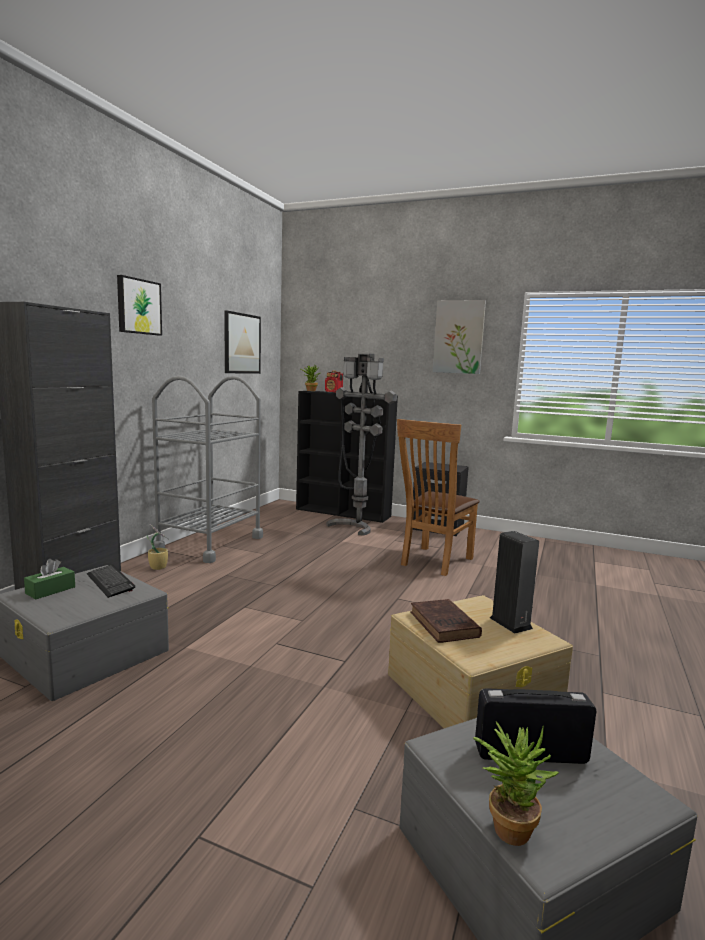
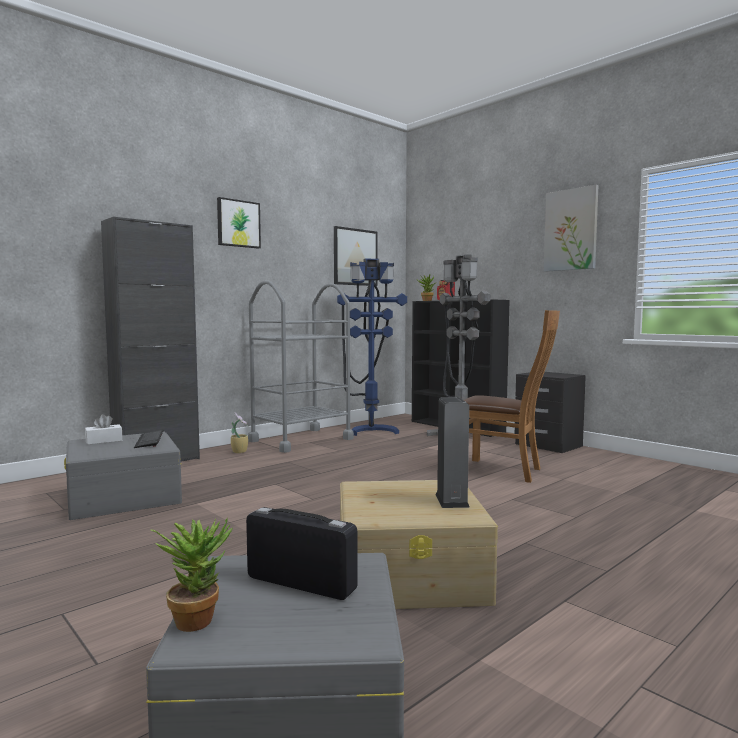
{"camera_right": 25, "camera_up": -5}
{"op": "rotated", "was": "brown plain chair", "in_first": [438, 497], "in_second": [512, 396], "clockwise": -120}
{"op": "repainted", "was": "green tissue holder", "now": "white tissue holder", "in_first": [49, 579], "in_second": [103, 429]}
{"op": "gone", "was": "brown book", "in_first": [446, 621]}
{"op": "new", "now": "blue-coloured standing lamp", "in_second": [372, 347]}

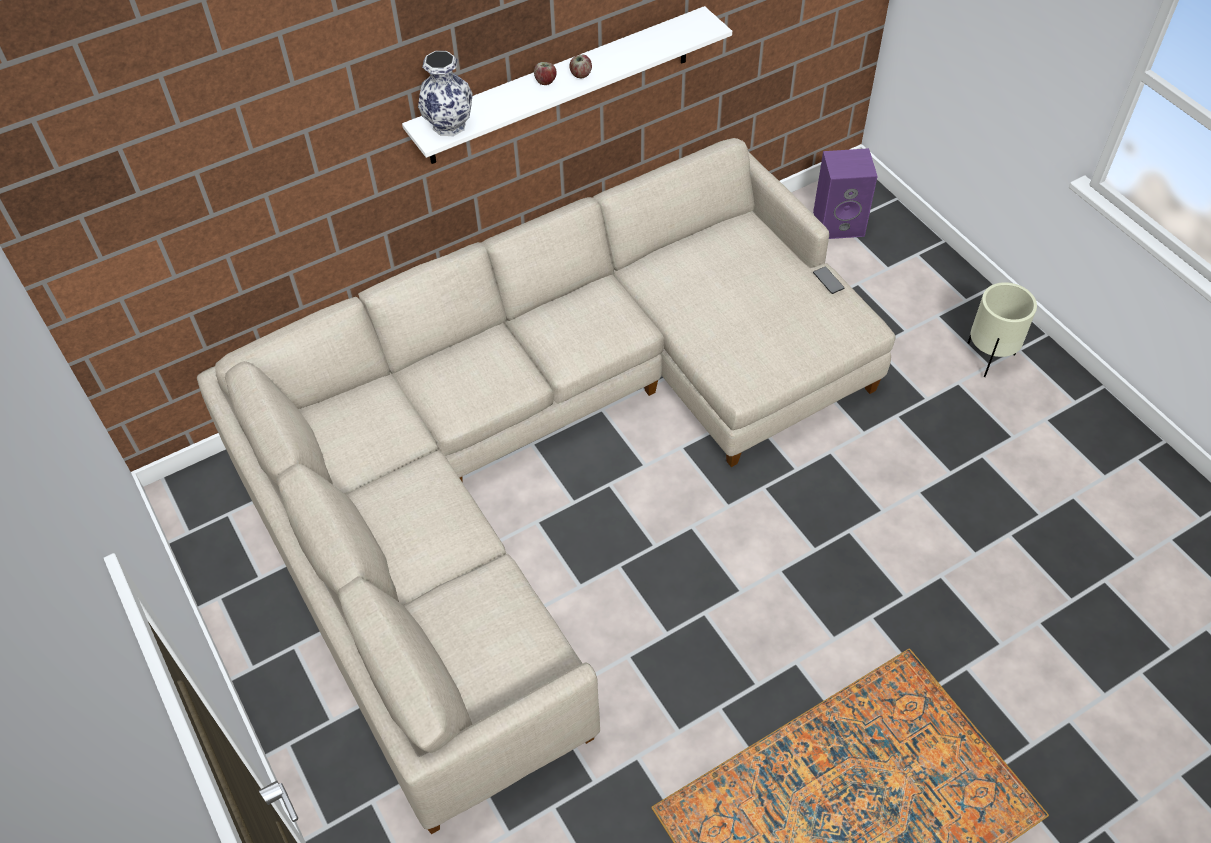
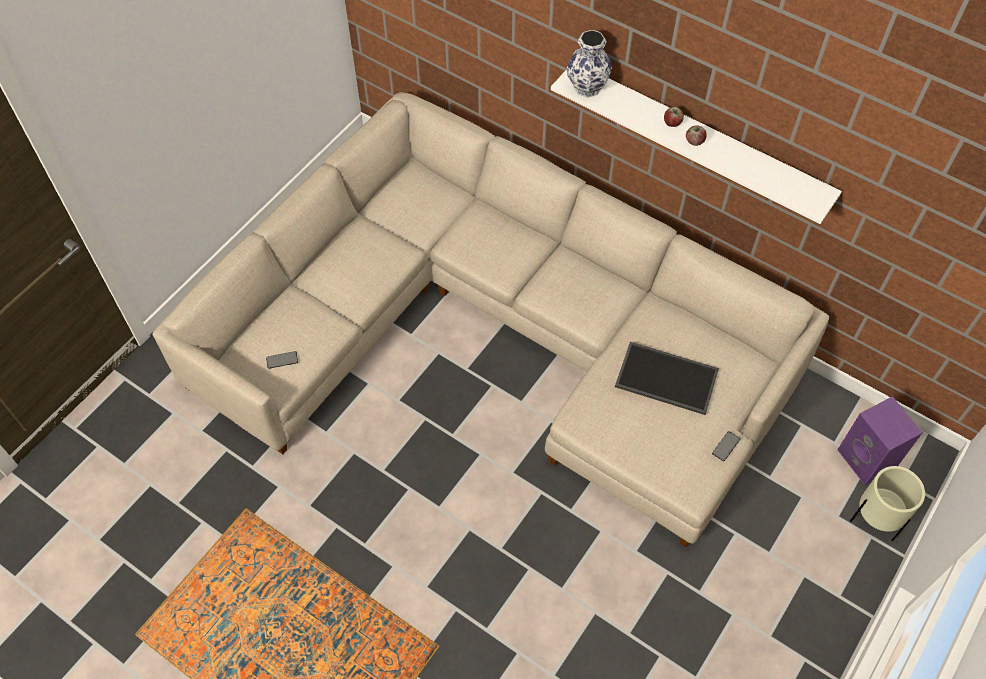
{"camera_right": 65, "camera_up": 5}
{"op": "shifted", "was": "sand-coloured planter", "in_first": [1002, 329], "in_second": [887, 503]}
{"op": "new", "now": "serving tray", "in_second": [667, 378]}
{"op": "new", "now": "phone", "in_second": [282, 360]}

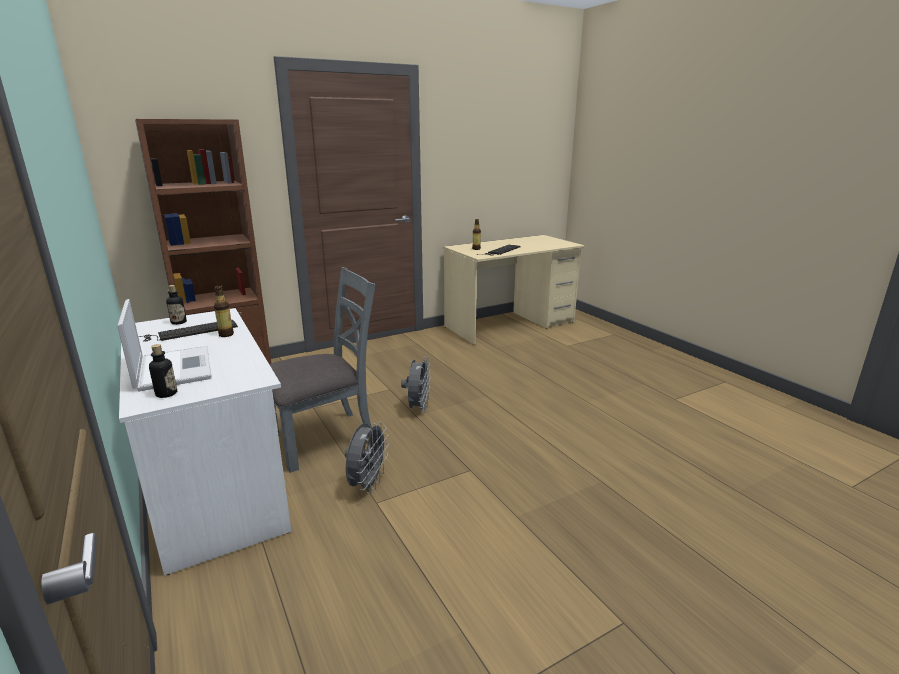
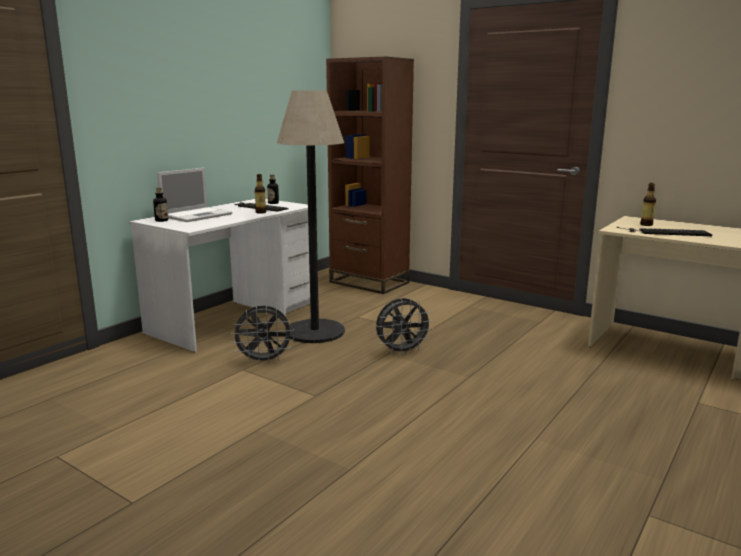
{"camera_right": 65, "camera_up": -5}
{"op": "swapped", "was": "greyish plain chair", "now": "standing lamp", "in_first": [322, 370], "in_second": [311, 217]}

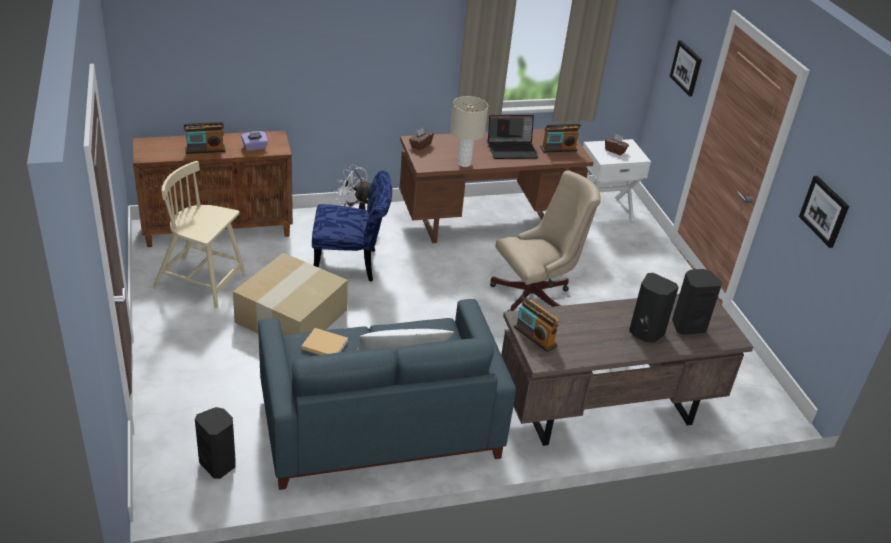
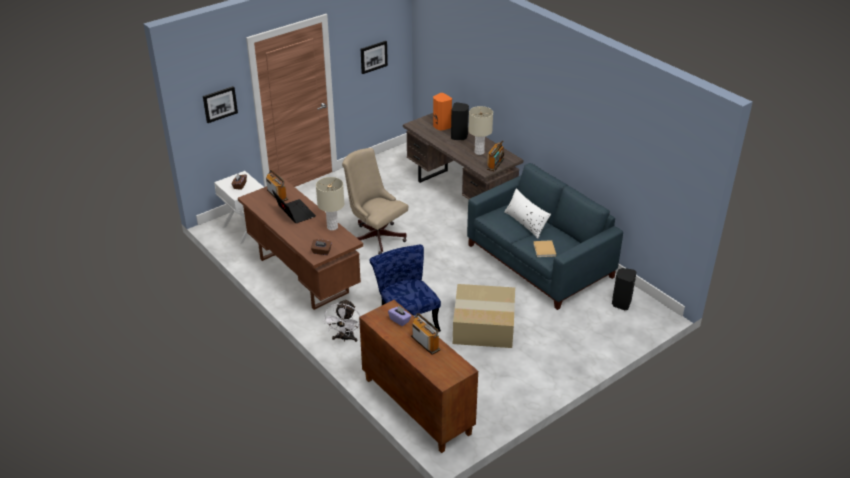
{"camera_right": -110, "camera_up": 0}
{"op": "gone", "was": "sand-coloured plain chair", "in_first": [199, 234]}
{"op": "repainted", "was": "black loudspeaker", "now": "orange loudspeaker", "in_first": [697, 302], "in_second": [442, 112]}
{"op": "new", "now": "sand-coloured lamp for a table", "in_second": [480, 130]}

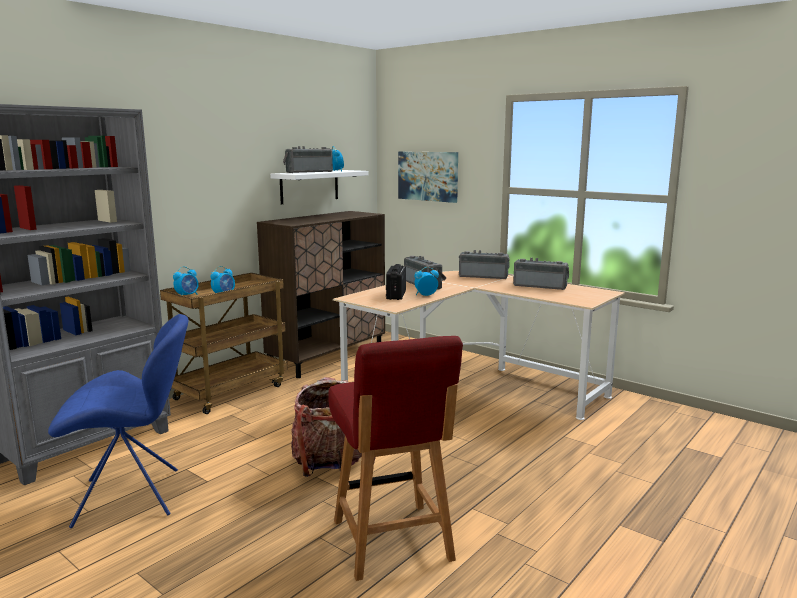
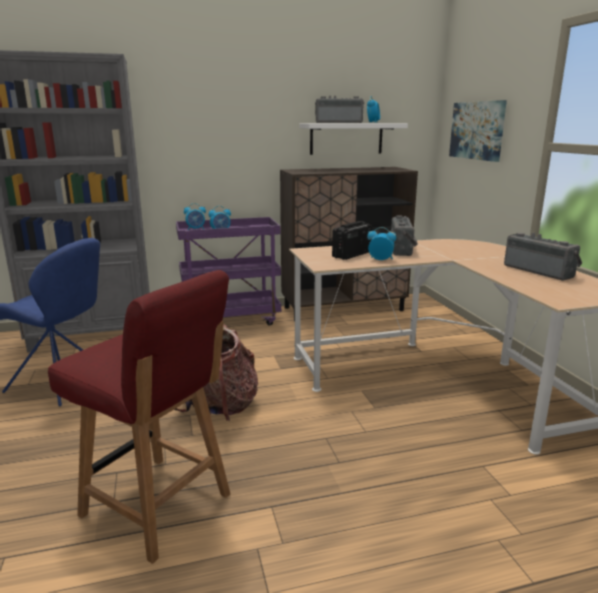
{"camera_right": 35, "camera_up": 5}
{"op": "gone", "was": "radio", "in_first": [484, 264]}
{"op": "repainted", "was": "brown trolley", "now": "purple-coloured trolley", "in_first": [224, 343], "in_second": [228, 271]}
{"op": "rotated", "was": "red-coloured plain chair", "in_first": [396, 458], "in_second": [139, 417], "clockwise": -75}

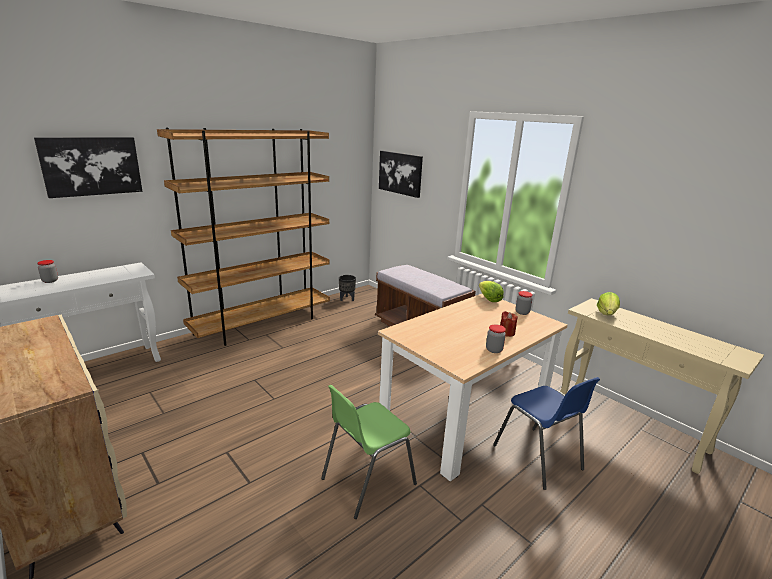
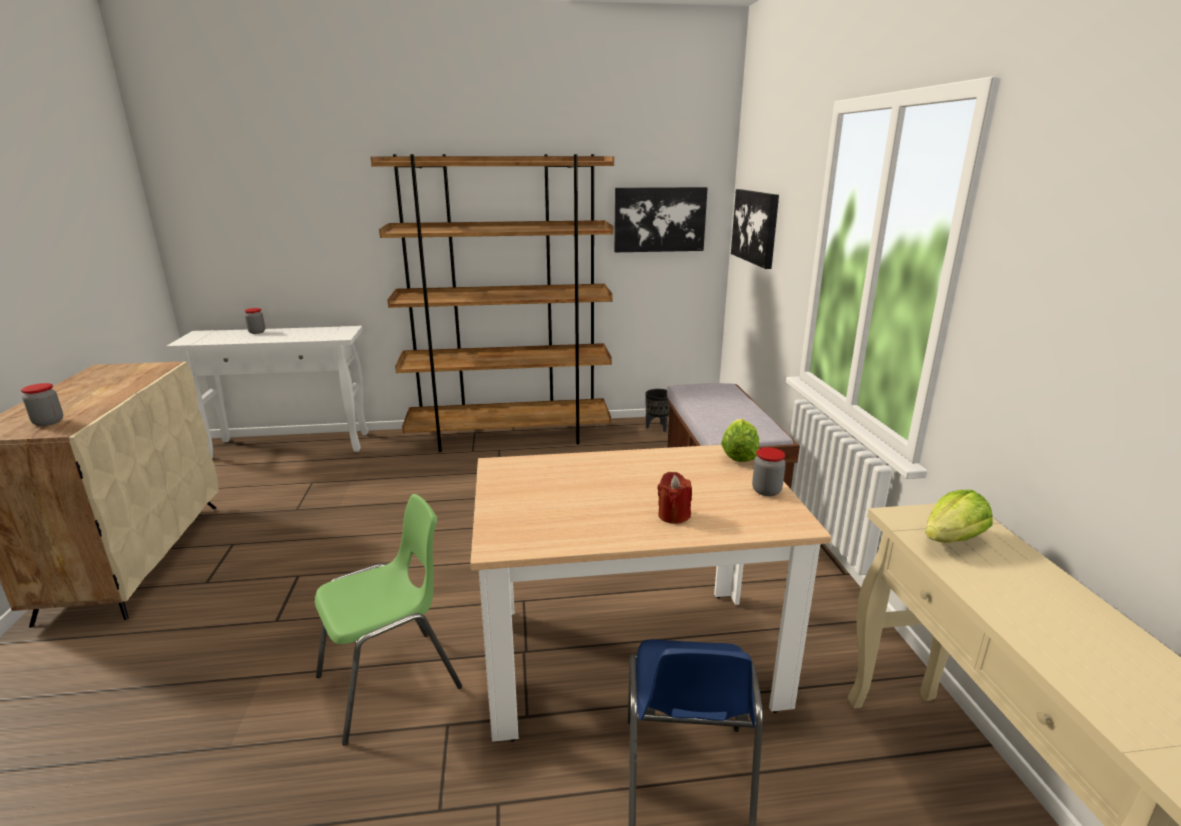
{"camera_right": 35, "camera_up": 0}
{"op": "shifted", "was": "wall picture", "in_first": [88, 167], "in_second": [661, 219]}
{"op": "shifted", "was": "storage jar", "in_first": [496, 338], "in_second": [42, 404]}
{"op": "rotated", "was": "green plain chair", "in_first": [369, 452], "in_second": [388, 620], "clockwise": 150}

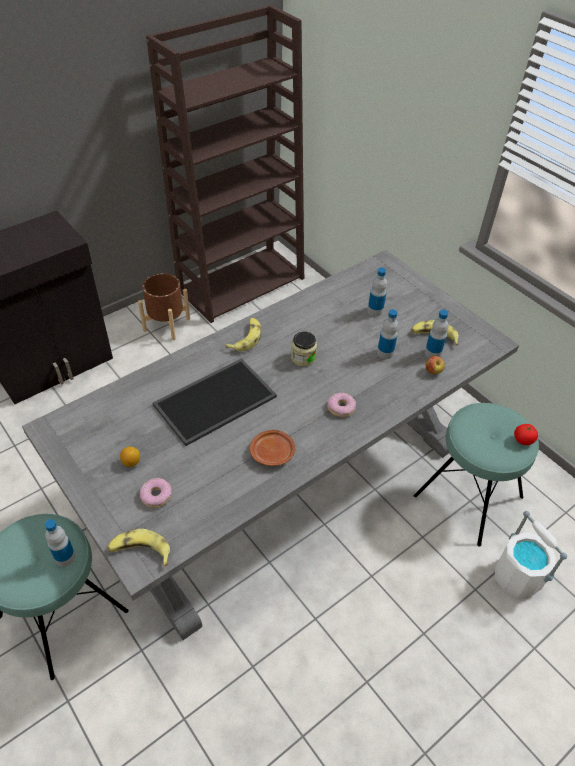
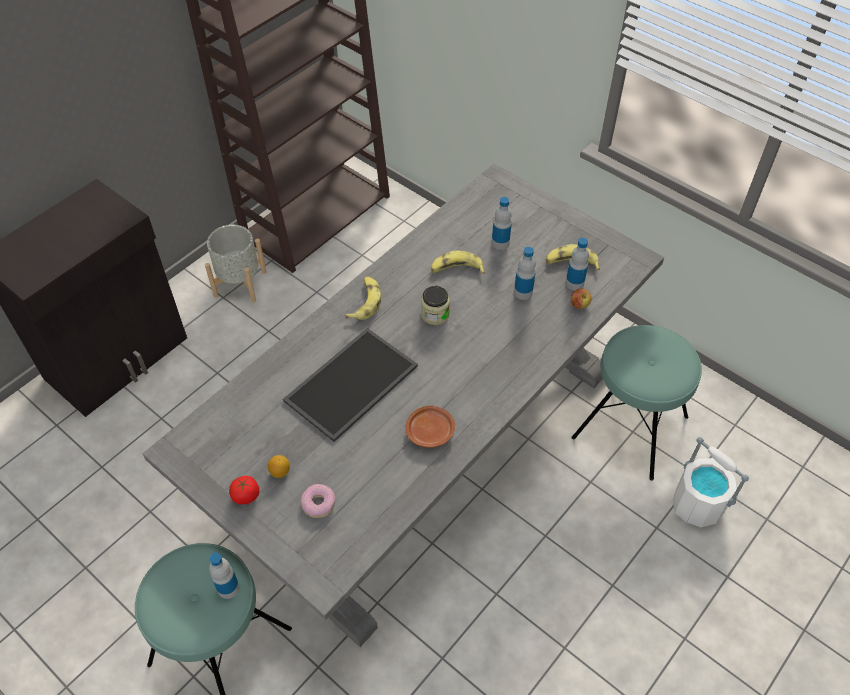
{"camera_right": -10, "camera_up": 5}
{"op": "repainted", "was": "brown planter", "now": "greyish planter", "in_first": [164, 306], "in_second": [235, 263]}
{"op": "gone", "was": "donut", "in_first": [341, 404]}
{"op": "shifted", "was": "fresh tomato", "in_first": [526, 434], "in_second": [244, 490]}
{"op": "shifted", "was": "banana fruit", "in_first": [138, 547], "in_second": [457, 262]}

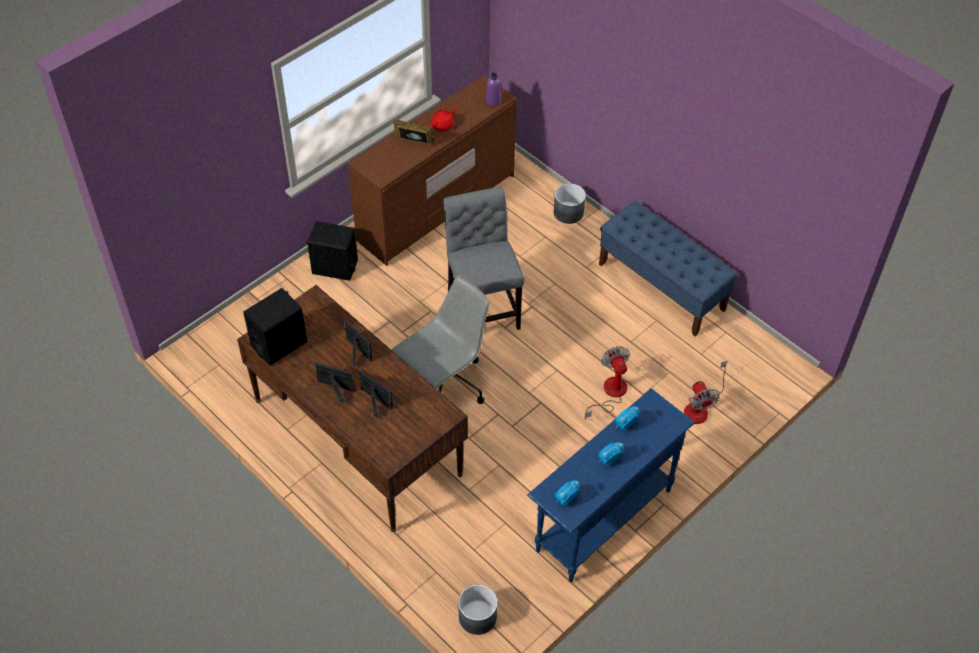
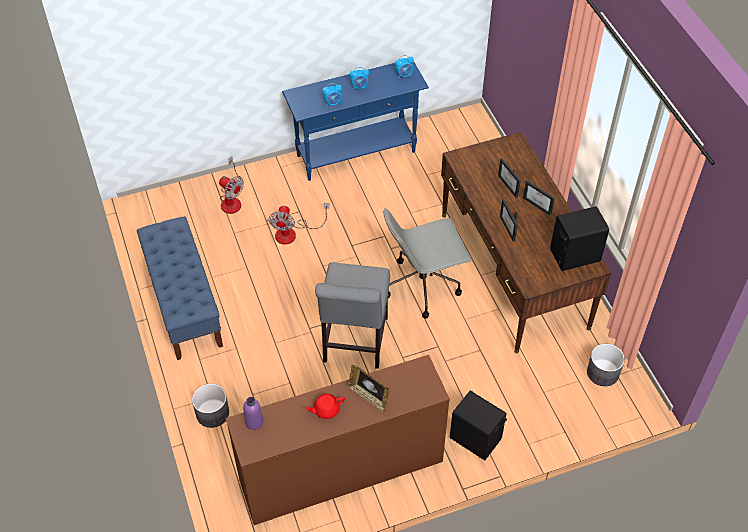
{"camera_right": -155, "camera_up": 0}
{"op": "rotated", "was": "electric fan", "in_first": [705, 392], "in_second": [231, 185], "clockwise": 120}
{"op": "shifted", "was": "greyish planter", "in_first": [477, 610], "in_second": [606, 365]}

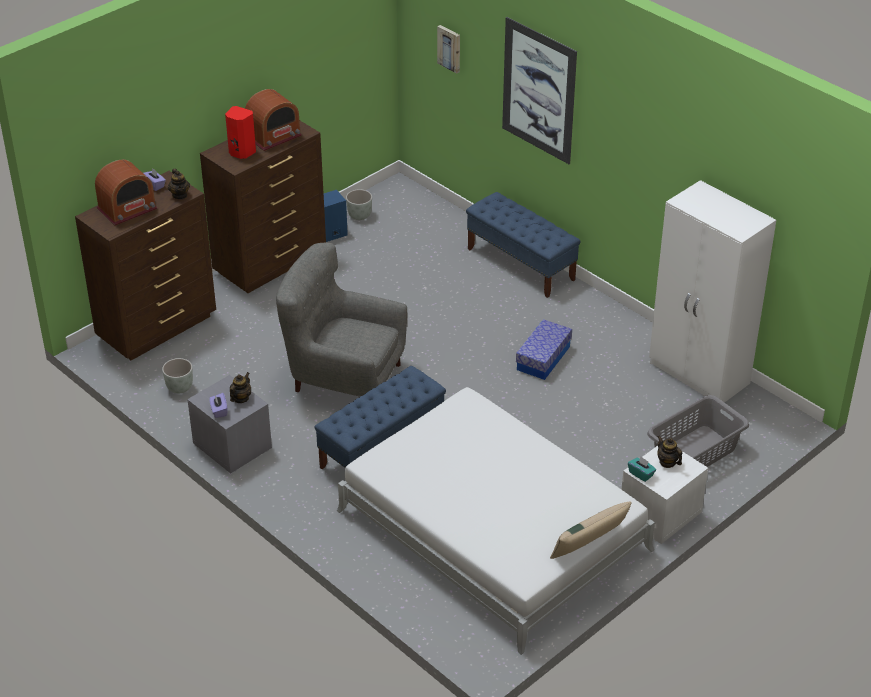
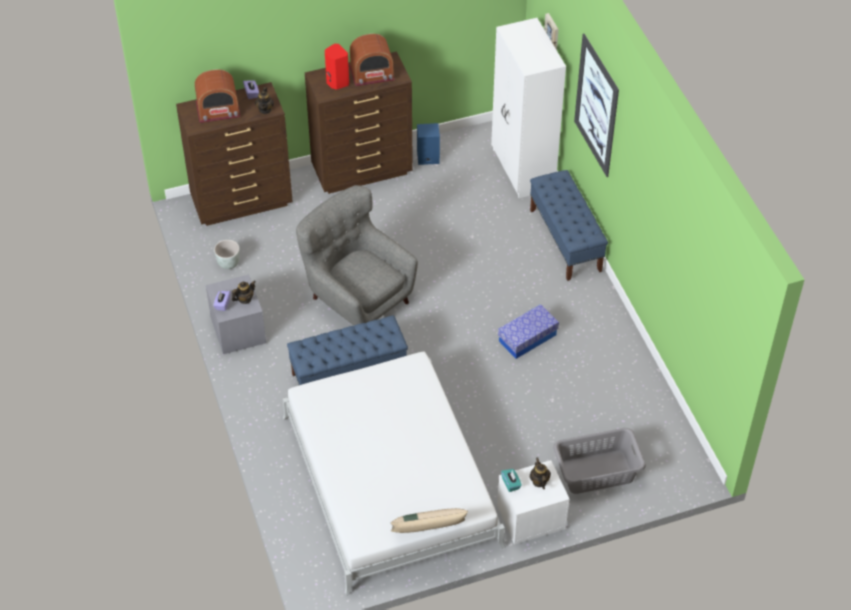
{"camera_right": 25, "camera_up": 10}
{"op": "shifted", "was": "white armoire", "in_first": [712, 291], "in_second": [528, 108]}
{"op": "gone", "was": "greyish planter", "in_first": [359, 204]}

